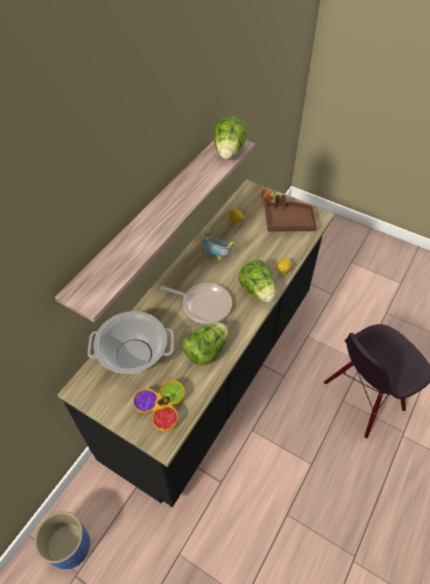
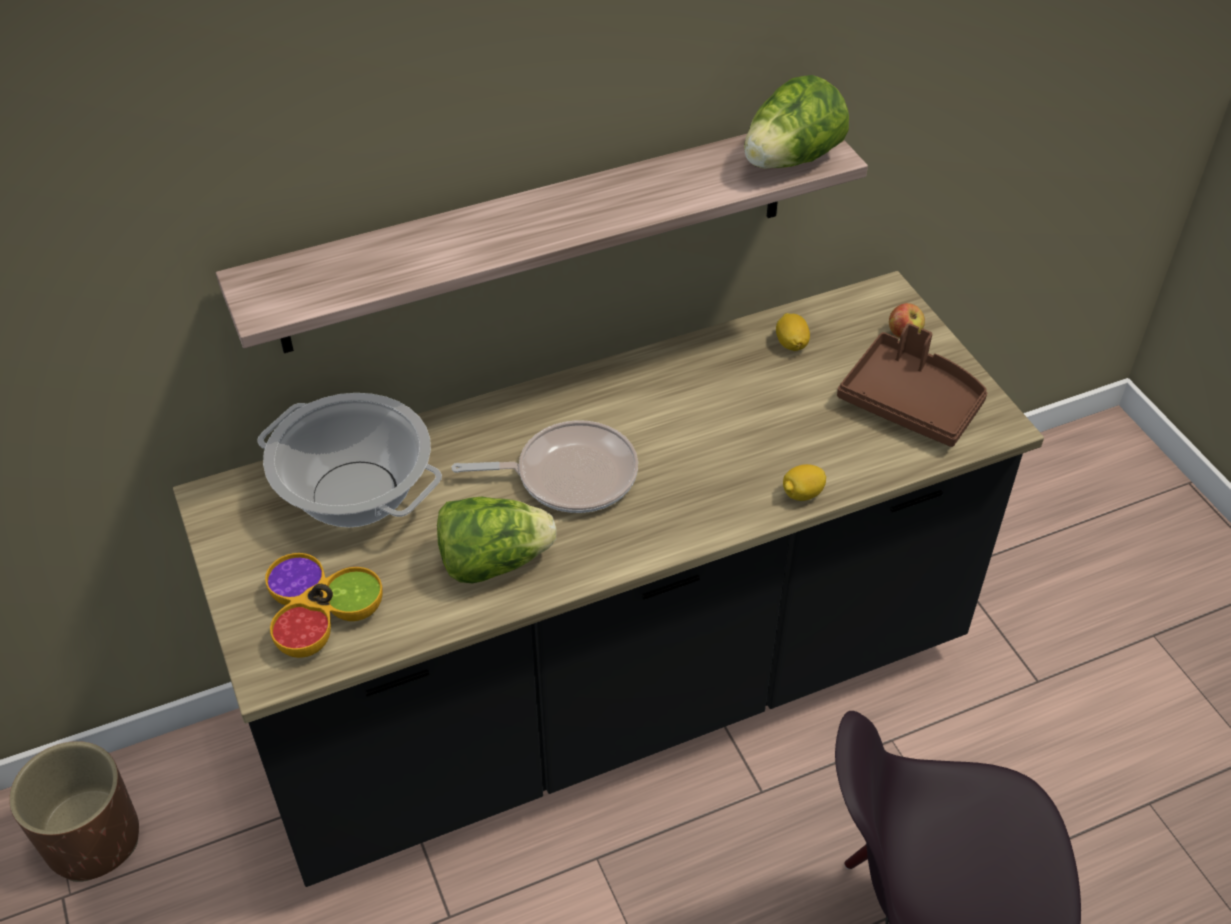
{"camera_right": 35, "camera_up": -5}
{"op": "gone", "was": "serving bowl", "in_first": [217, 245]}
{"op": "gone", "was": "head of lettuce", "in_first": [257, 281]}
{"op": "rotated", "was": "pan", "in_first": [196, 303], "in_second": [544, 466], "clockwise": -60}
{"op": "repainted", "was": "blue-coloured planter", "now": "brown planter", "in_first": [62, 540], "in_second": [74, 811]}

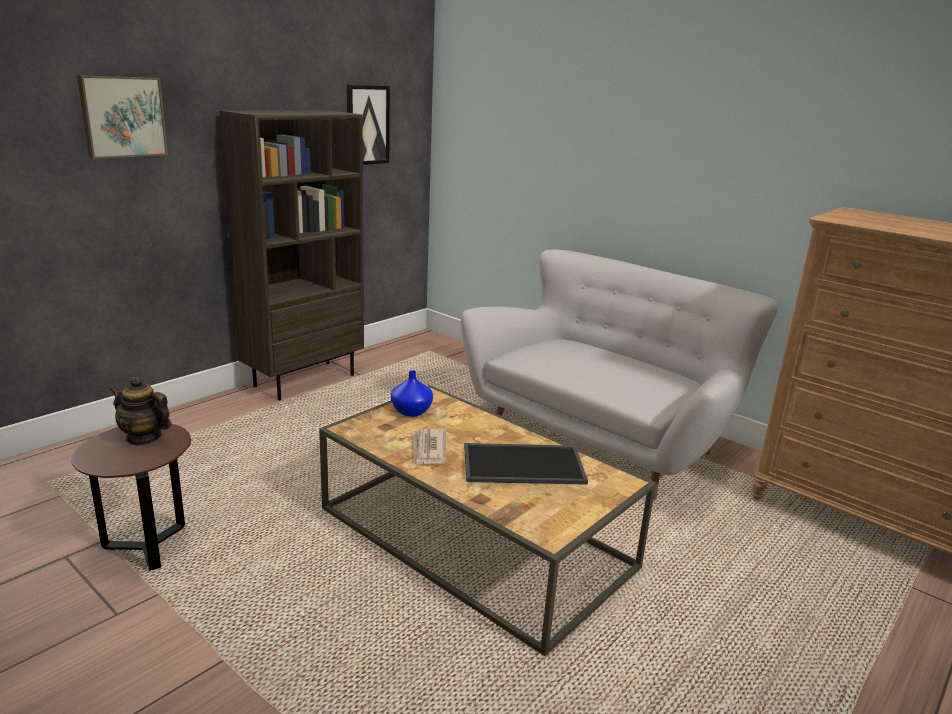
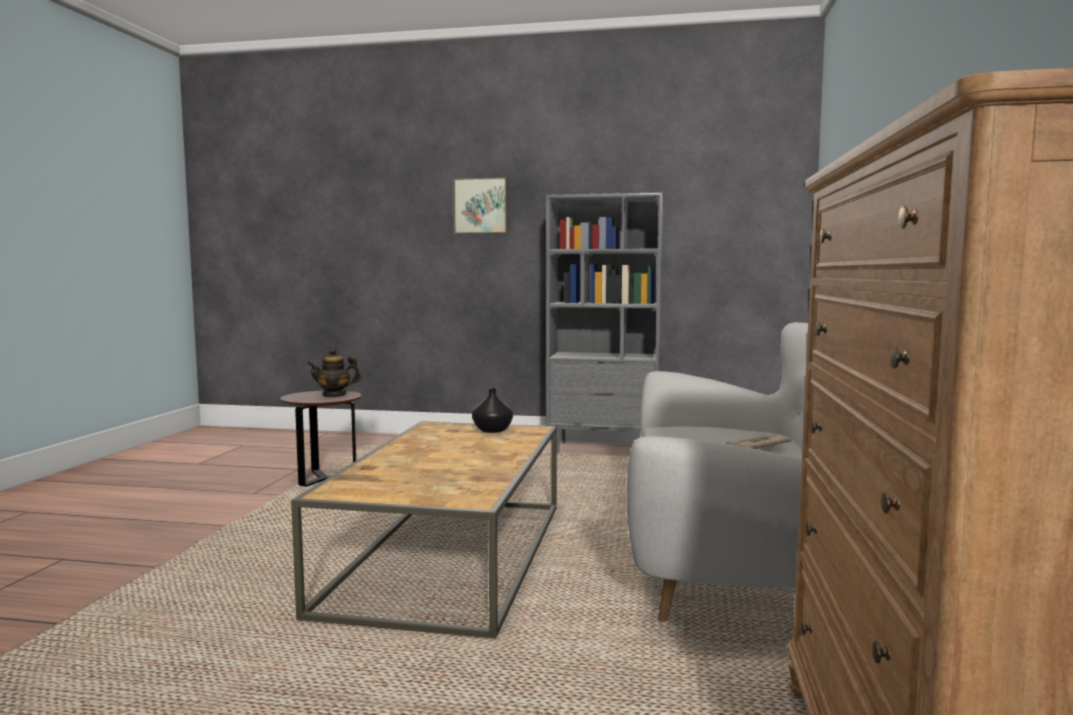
{"camera_right": 60, "camera_up": -15}
{"op": "gone", "was": "wall picture", "in_first": [368, 125]}
{"op": "repainted", "was": "brown bookshelf", "now": "greyish bookshelf", "in_first": [292, 255], "in_second": [604, 322]}
{"op": "repainted", "was": "blue-coloured flower vase", "now": "black flower vase", "in_first": [412, 393], "in_second": [492, 410]}
{"op": "rotated", "was": "teapot", "in_first": [140, 411], "in_second": [334, 372], "clockwise": -90}
{"op": "shifted", "was": "newspaper", "in_first": [429, 447], "in_second": [758, 441]}
{"op": "gone", "was": "serving tray", "in_first": [526, 464]}

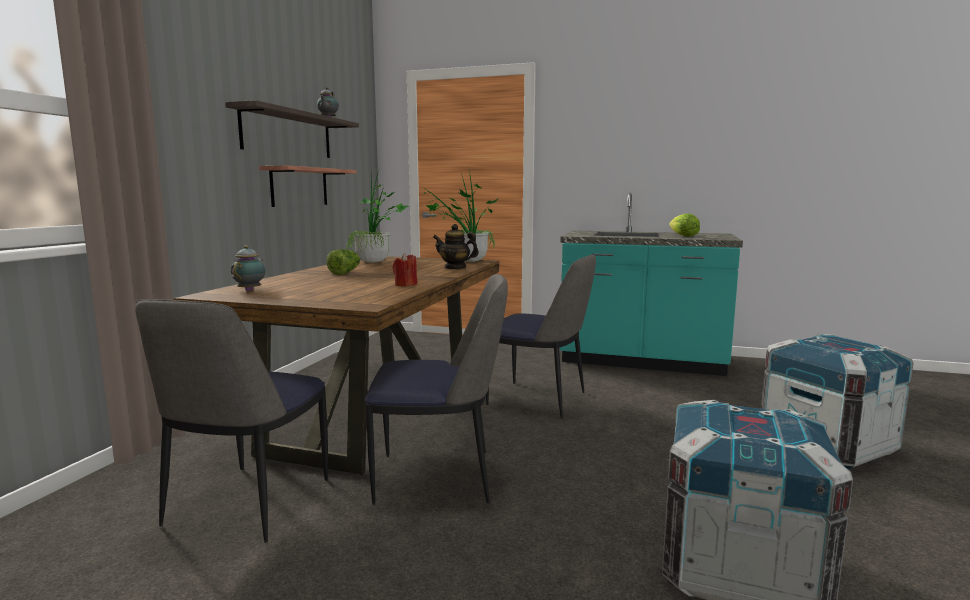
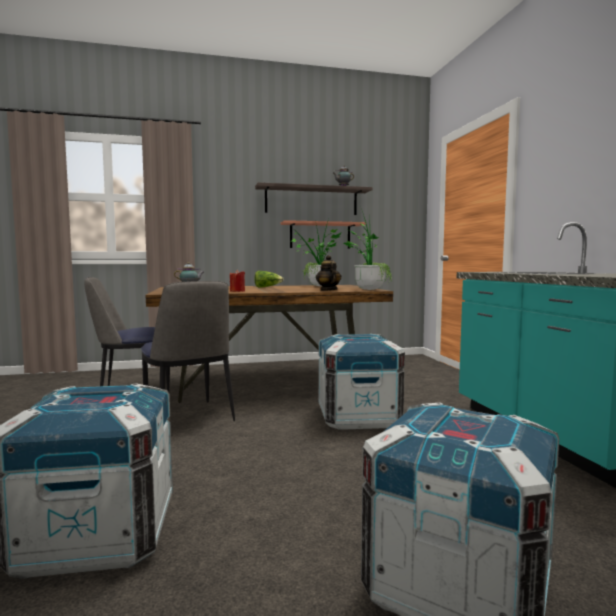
{"camera_right": 60, "camera_up": -5}
{"op": "gone", "was": "head of lettuce", "in_first": [684, 225]}
{"op": "swapped", "was": "plain chair", "now": "shipping crate", "in_first": [541, 336], "in_second": [361, 382]}

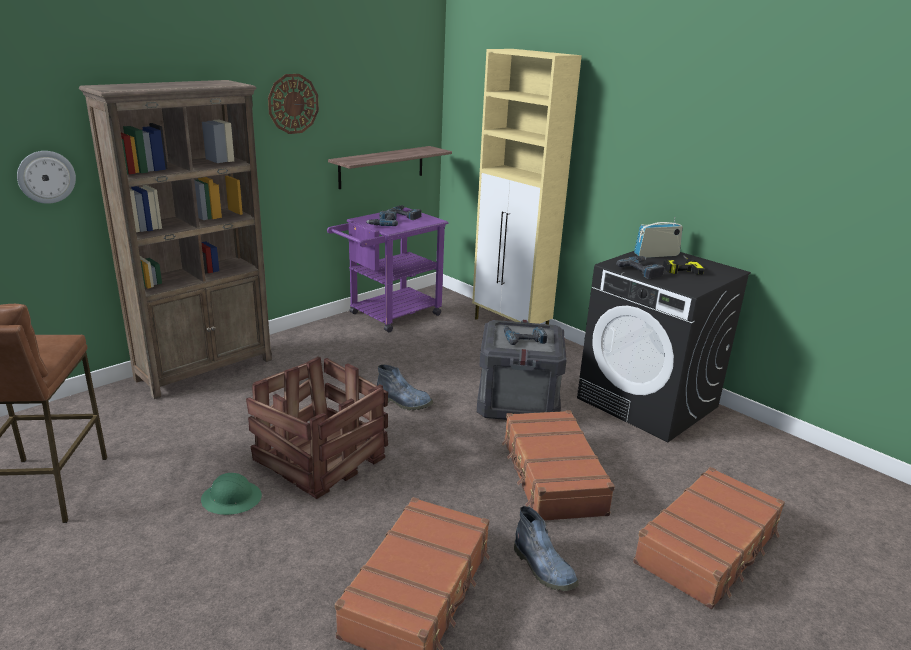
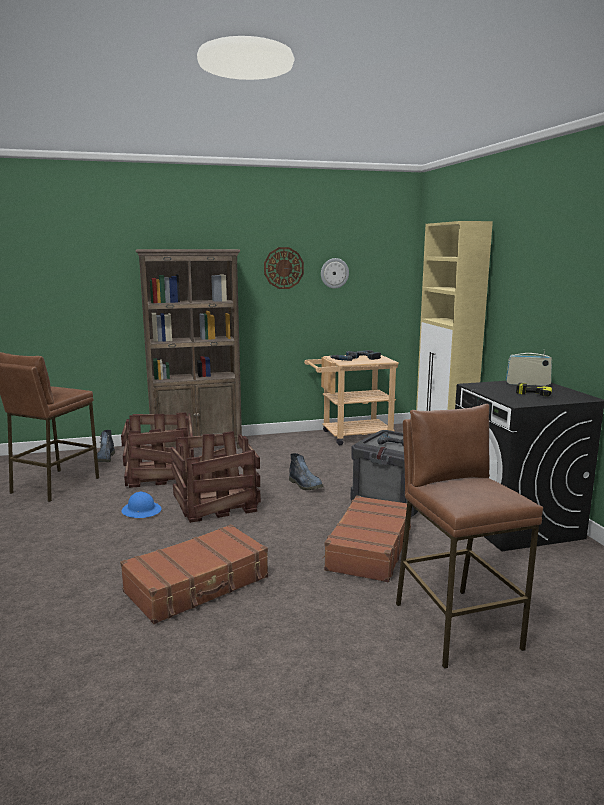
{"camera_right": 30, "camera_up": -10}
{"op": "gone", "was": "bracket shelf", "in_first": [390, 167]}
{"op": "shifted", "was": "clock on the wall", "in_first": [46, 177], "in_second": [335, 273]}
{"op": "repainted", "was": "purple-coloured trolley", "now": "sand-coloured trolley", "in_first": [387, 269], "in_second": [351, 400]}
{"op": "gone", "was": "power drill", "in_first": [640, 267]}
{"op": "swapped", "was": "brown suitcase", "now": "brown sitting stool", "in_first": [709, 538], "in_second": [469, 536]}
{"op": "repainted", "was": "green hard hat", "now": "blue-coloured hard hat", "in_first": [231, 494], "in_second": [141, 505]}
{"op": "shifted", "was": "high-top boot", "in_first": [546, 548], "in_second": [106, 446]}
{"op": "new", "now": "shipping crate", "in_second": [157, 450]}

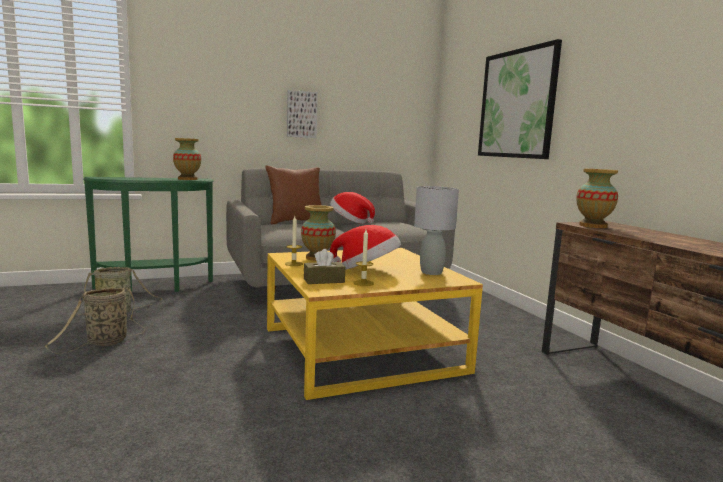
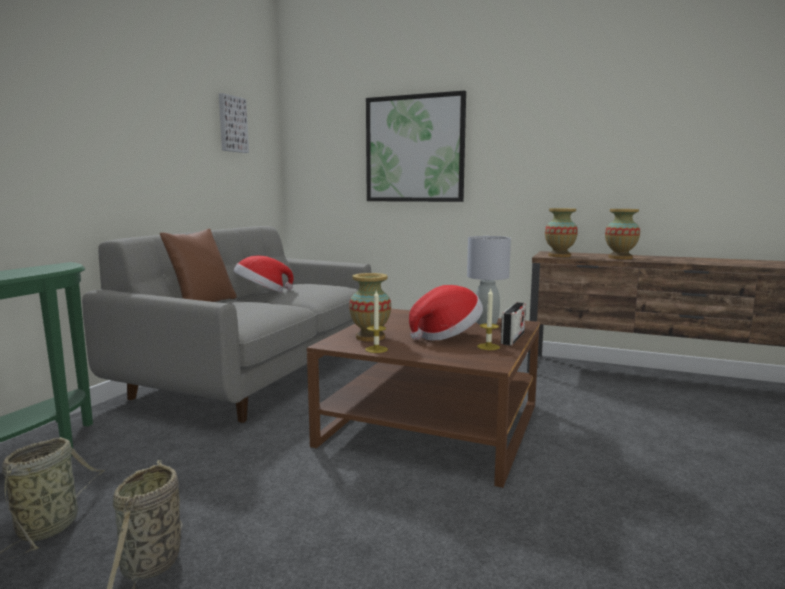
{"camera_right": -45, "camera_up": 0}
{"op": "shifted", "was": "wall picture", "in_first": [302, 114], "in_second": [234, 123]}
{"op": "shifted", "was": "flower vase", "in_first": [187, 159], "in_second": [622, 234]}
{"op": "repainted", "was": "yellow low table", "now": "brown low table", "in_first": [375, 324], "in_second": [423, 398]}
{"op": "gone", "was": "brown tissue holder", "in_first": [324, 266]}
{"op": "new", "now": "radio", "in_second": [513, 323]}

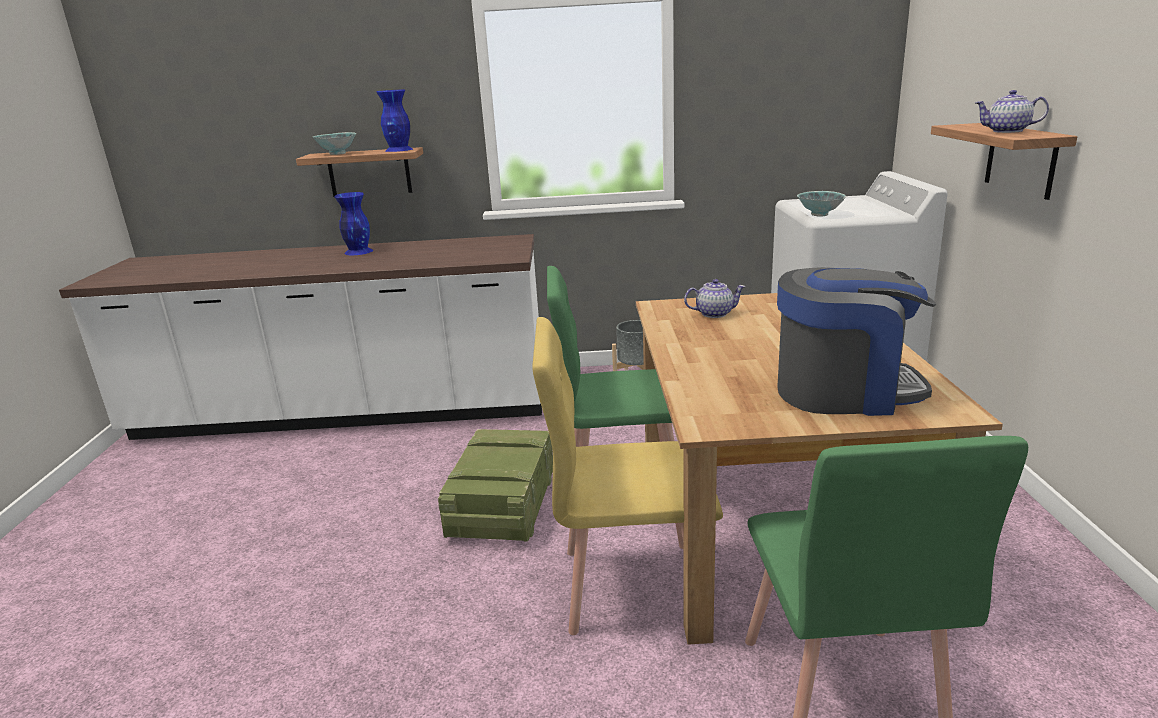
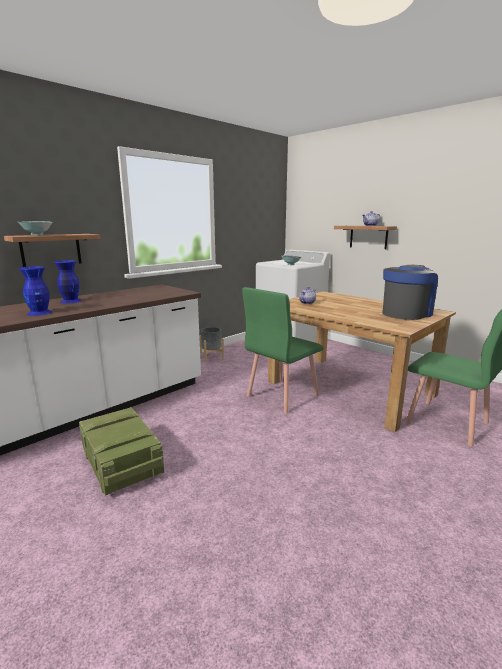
{"camera_right": -45, "camera_up": -5}
{"op": "shifted", "was": "blue-coloured flower vase", "in_first": [395, 120], "in_second": [35, 291]}
{"op": "gone", "was": "yellow plain chair", "in_first": [627, 476]}
{"op": "shifted", "was": "shipping crate", "in_first": [495, 485], "in_second": [121, 451]}

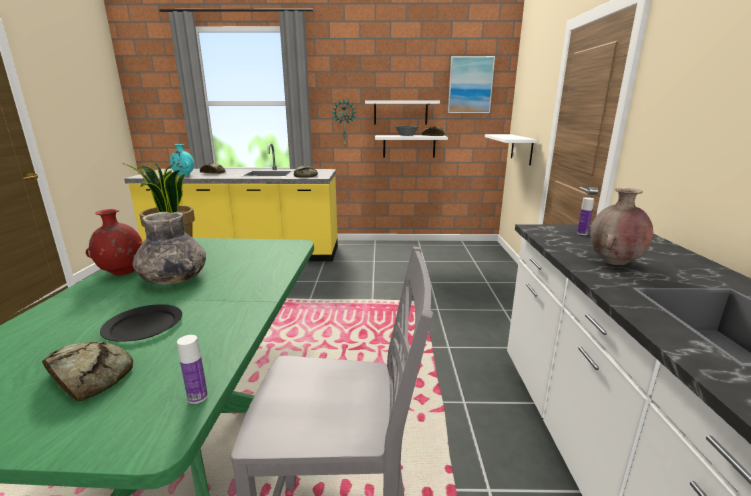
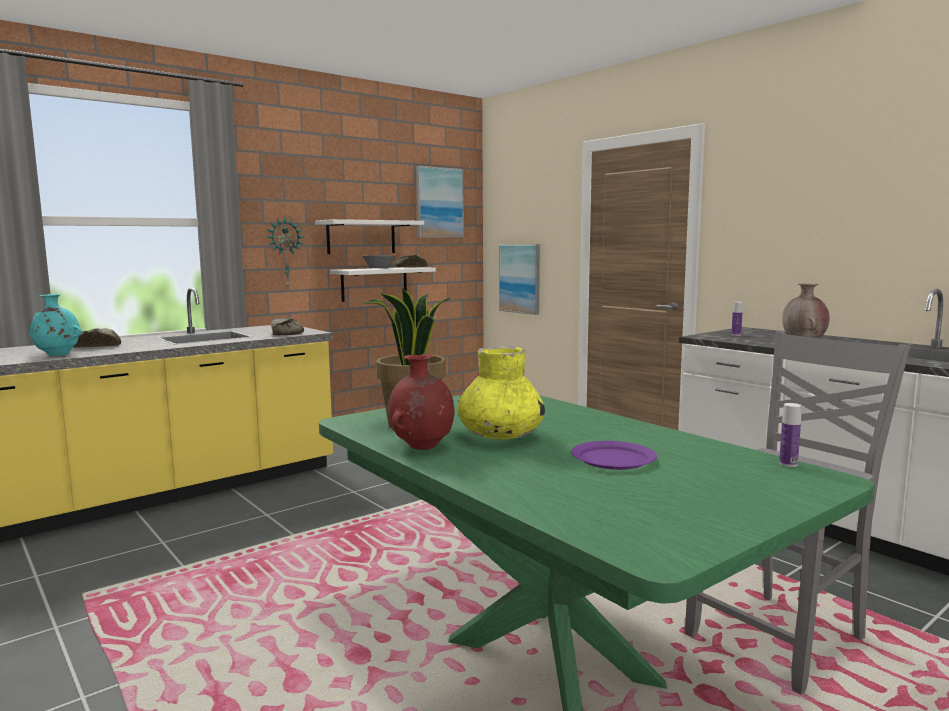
{"camera_right": -40, "camera_up": -10}
{"op": "swapped", "was": "white bracket shelf", "now": "wall picture", "in_first": [511, 149], "in_second": [519, 279]}
{"op": "repainted", "was": "greyish flower vase", "now": "yellow flower vase", "in_first": [169, 248], "in_second": [501, 392]}
{"op": "repainted", "was": "black dinner plate", "now": "purple-coloured dinner plate", "in_first": [141, 323], "in_second": [614, 455]}
{"op": "gone", "was": "bakery bread", "in_first": [87, 372]}

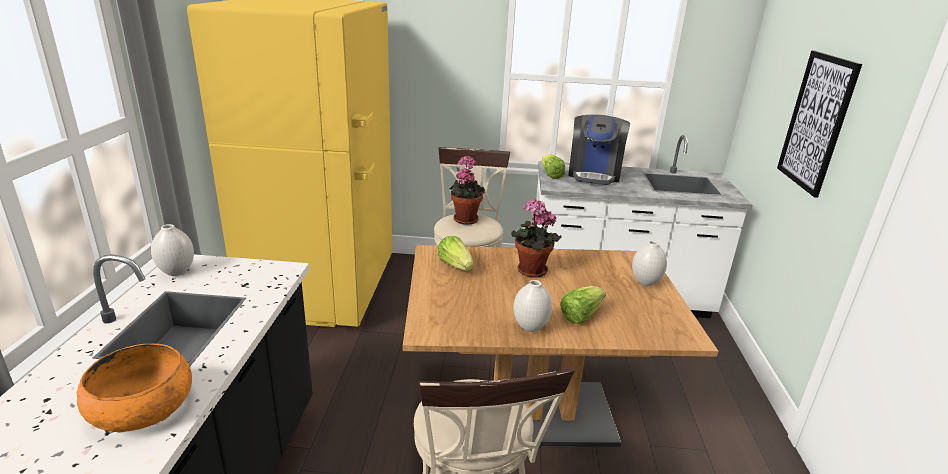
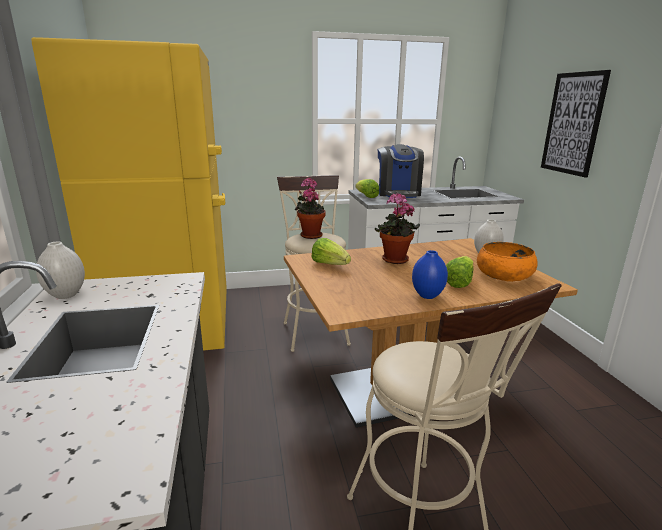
{"camera_right": -15, "camera_up": -5}
{"op": "repainted", "was": "white flower vase", "now": "blue-coloured flower vase", "in_first": [532, 306], "in_second": [430, 274]}
{"op": "shifted", "was": "orange serving bowl", "in_first": [134, 388], "in_second": [507, 262]}

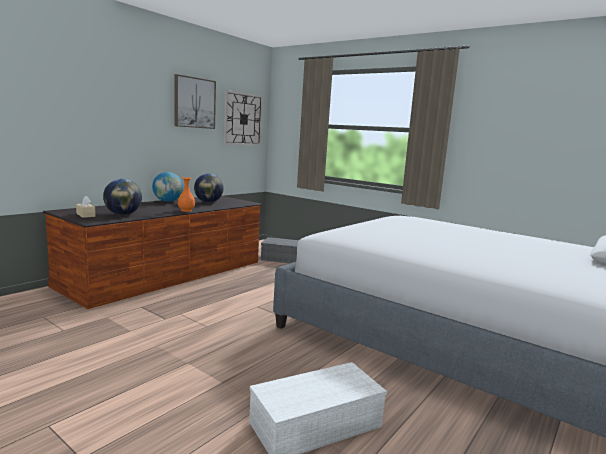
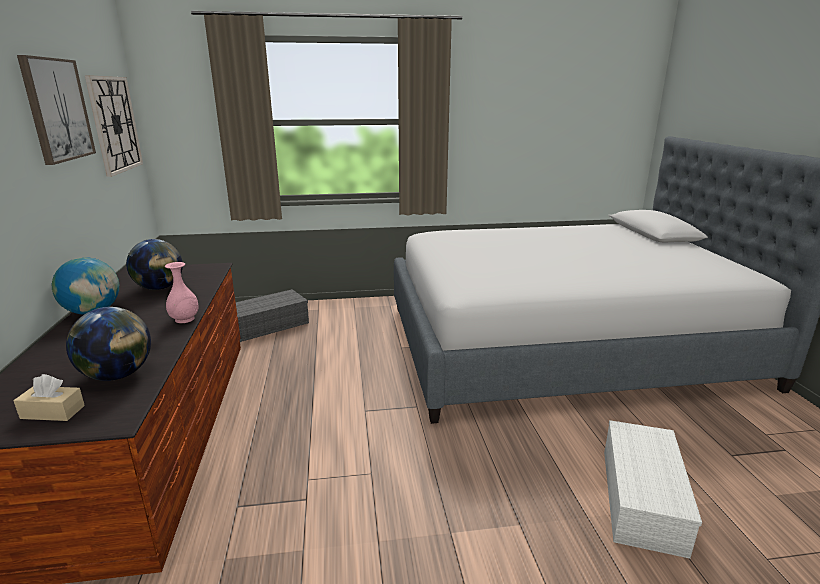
{"camera_right": -45, "camera_up": 10}
{"op": "repainted", "was": "orange flower vase", "now": "pink flower vase", "in_first": [186, 195], "in_second": [182, 292]}

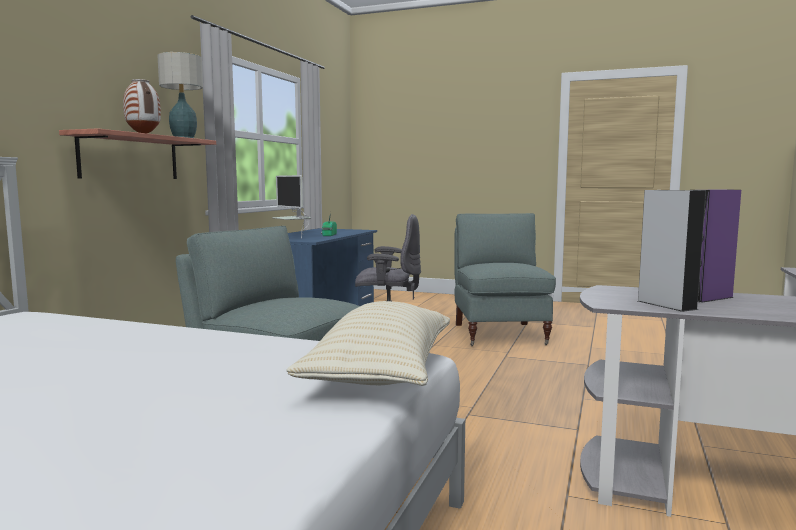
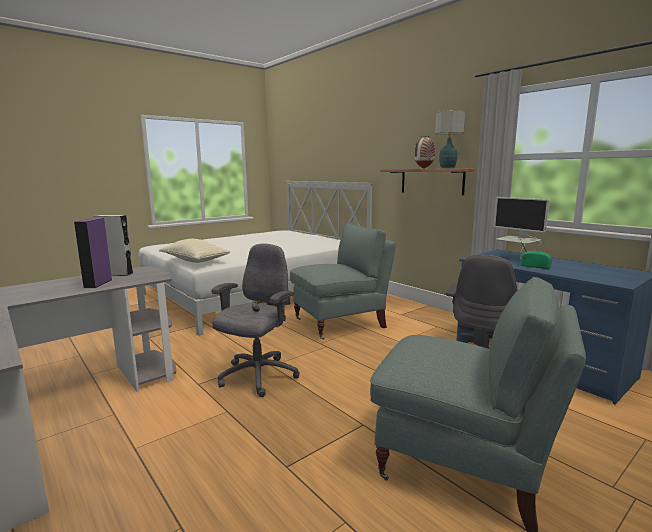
{"camera_right": 120, "camera_up": 5}
{"op": "rotated", "was": "computer display", "in_first": [292, 206], "in_second": [522, 226], "clockwise": -120}
{"op": "new", "now": "greyish desk chair", "in_second": [256, 320]}

